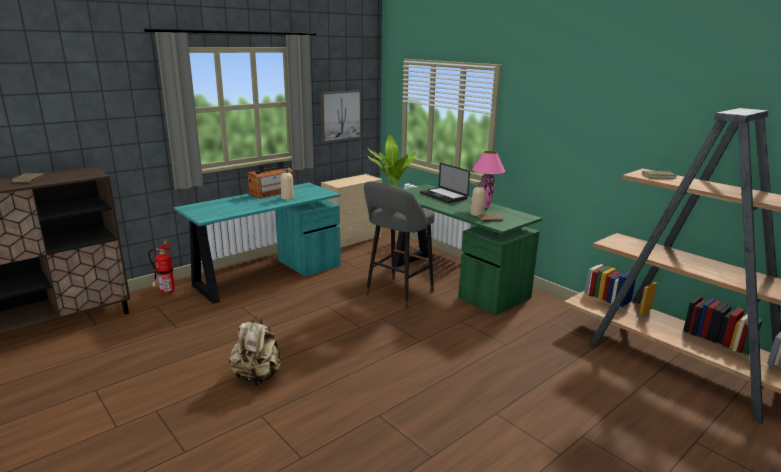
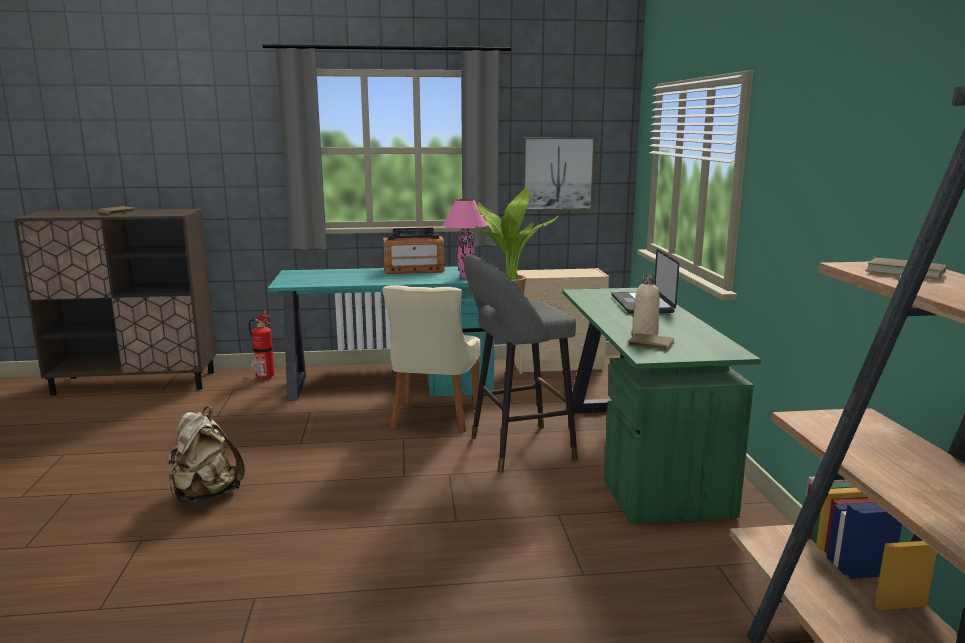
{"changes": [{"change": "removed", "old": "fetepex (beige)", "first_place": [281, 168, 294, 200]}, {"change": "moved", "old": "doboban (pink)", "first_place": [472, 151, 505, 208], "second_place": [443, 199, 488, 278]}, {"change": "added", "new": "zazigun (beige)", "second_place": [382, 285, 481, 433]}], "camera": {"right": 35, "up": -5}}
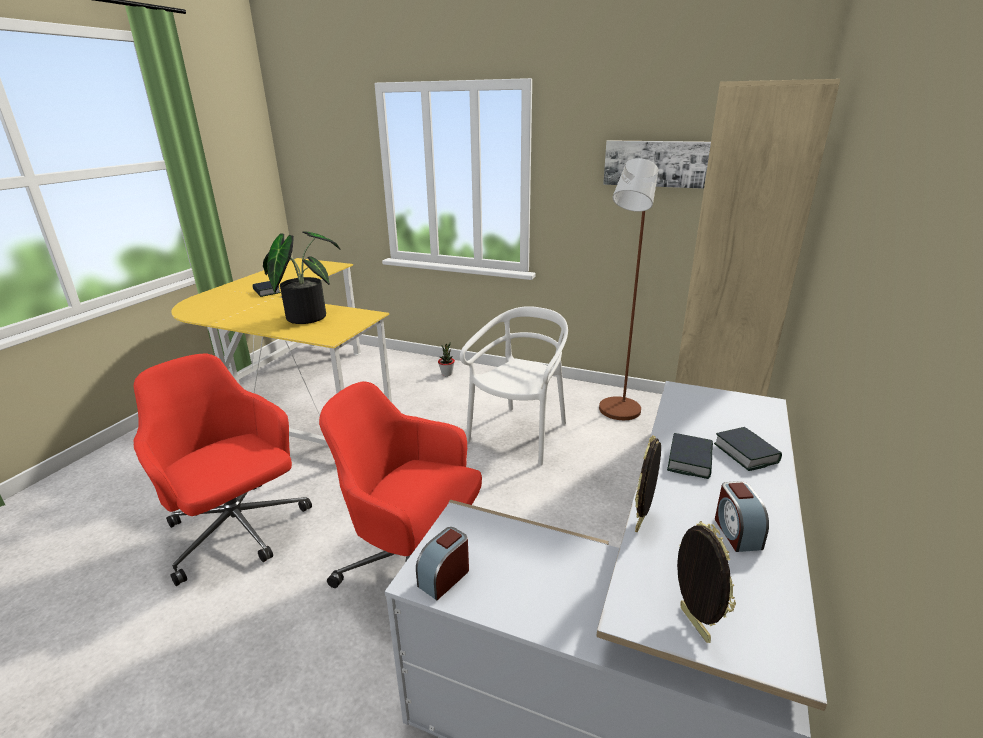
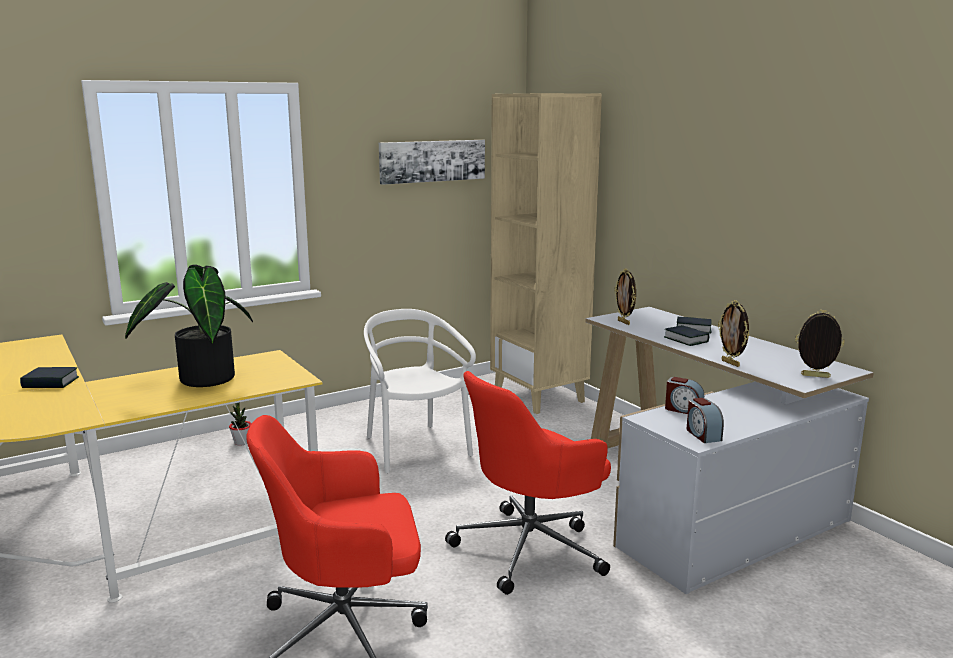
{"changes": [{"change": "removed", "old": "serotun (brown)", "first_place": [599, 158, 658, 420]}, {"change": "moved", "old": "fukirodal", "first_place": [715, 481, 769, 552], "second_place": [665, 377, 704, 414]}, {"change": "added", "new": "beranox", "second_place": [615, 269, 636, 325]}], "camera": {"right": -55, "up": -10}}
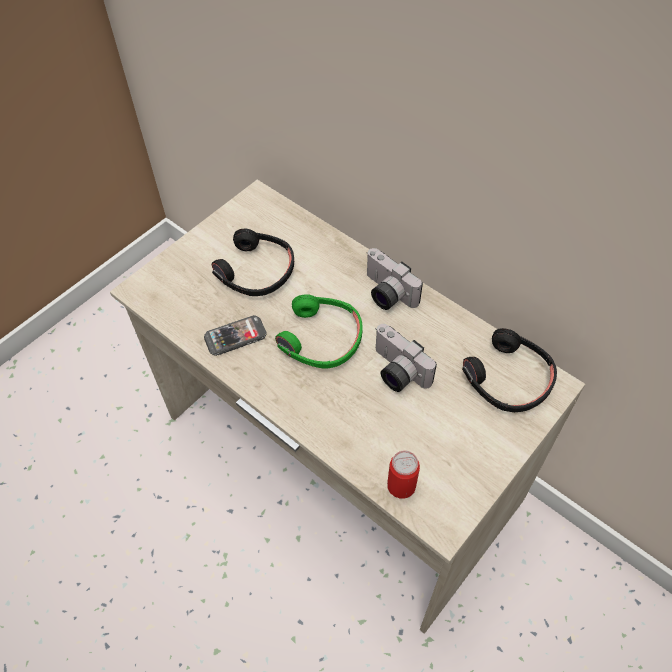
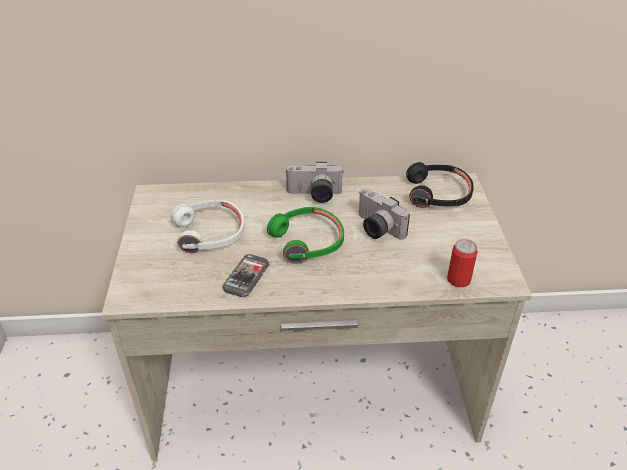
{"changes": [{"change": "recoloured", "old": "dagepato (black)", "new": "dagepato (white)", "first_place": [212, 228, 294, 296], "second_place": [171, 200, 245, 254]}, {"change": "turned", "old": "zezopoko", "first_place": [375, 324, 437, 392], "second_place": [359, 188, 410, 240], "degrees": 45}], "camera": {"right": -45, "up": -15}}
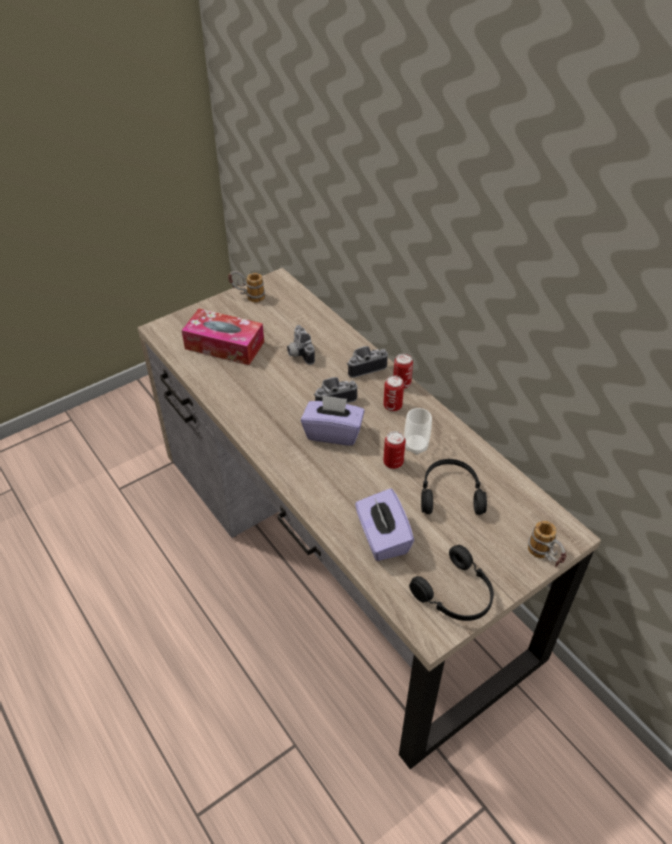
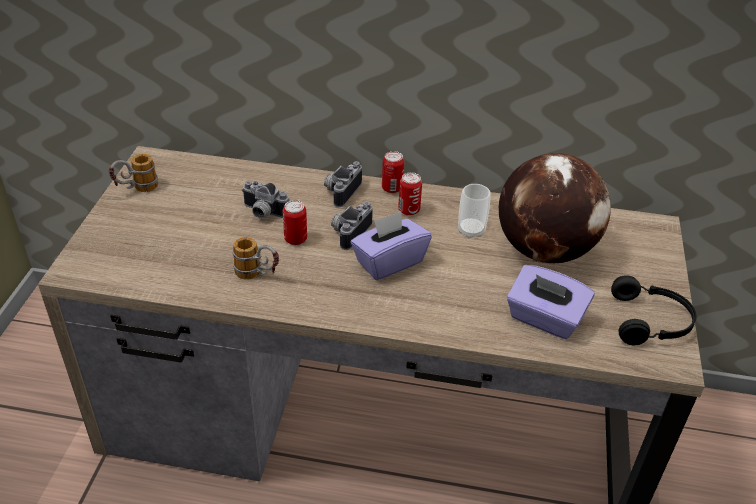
{"changes": [{"change": "removed", "old": "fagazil", "first_place": [181, 309, 264, 365]}, {"change": "moved", "old": "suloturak", "first_place": [383, 431, 406, 469], "second_place": [283, 200, 307, 245]}, {"change": "replaced", "old": "dagepato (black)", "new": "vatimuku", "first_place": [421, 459, 487, 515], "second_place": [499, 153, 611, 263]}, {"change": "moved", "old": "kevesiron", "first_place": [528, 521, 567, 567], "second_place": [232, 237, 279, 280]}], "camera": {"right": -45, "up": -5}}
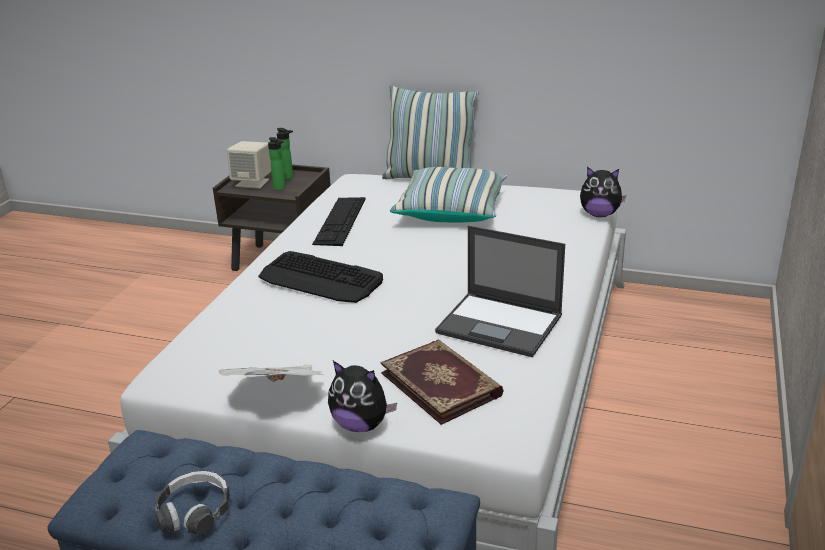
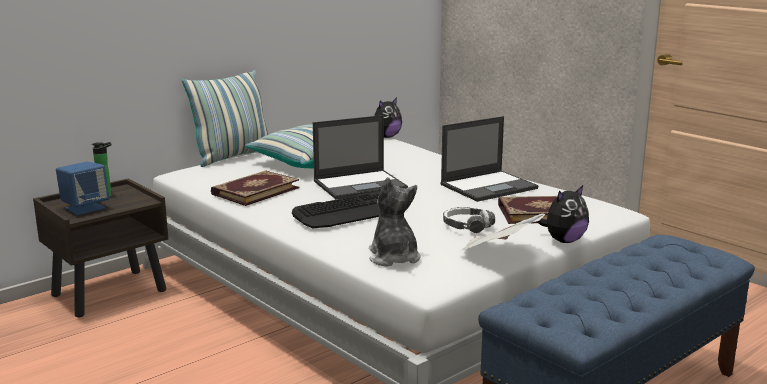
{"changes": [{"change": "moved", "old": "dagepato", "first_place": [155, 471, 230, 534], "second_place": [443, 207, 495, 233]}, {"change": "recoloured", "old": "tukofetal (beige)", "new": "tukofetal (blue)", "first_place": [227, 141, 271, 189], "second_place": [56, 162, 109, 215]}, {"change": "removed", "old": "fetepex", "first_place": [268, 137, 286, 190]}, {"change": "replaced", "old": "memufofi", "new": "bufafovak", "first_place": [312, 197, 366, 246], "second_place": [211, 171, 299, 206]}, {"change": "added", "new": "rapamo", "second_place": [313, 115, 408, 200]}, {"change": "added", "new": "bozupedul", "second_place": [369, 177, 420, 267]}], "camera": {"right": -60, "up": -10}}
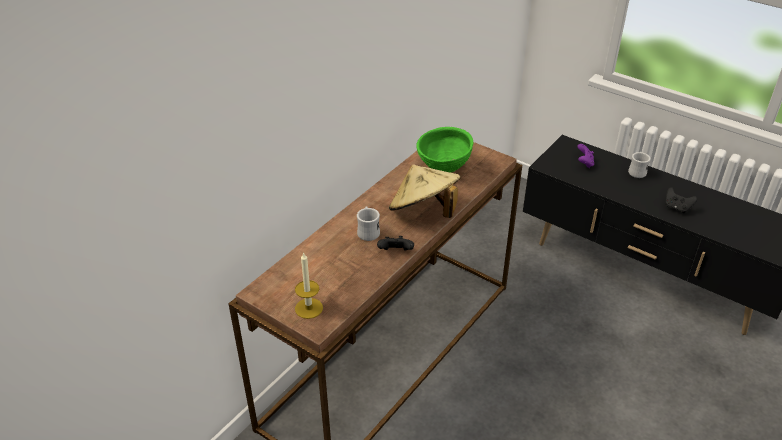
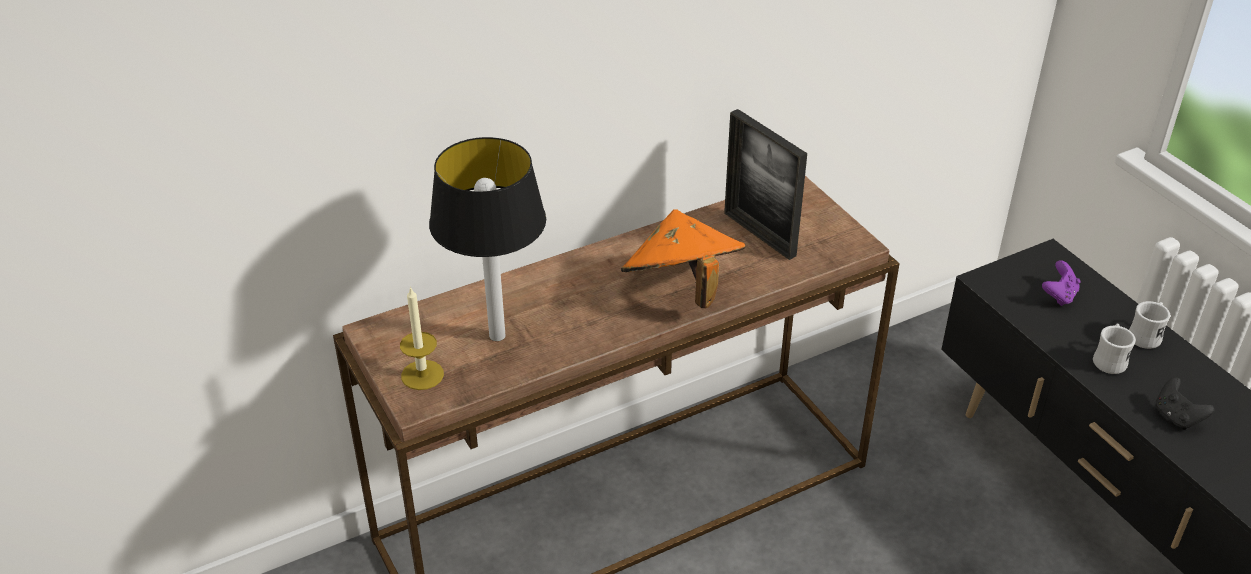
{"changes": [{"change": "moved", "old": "kevesiron (white)", "first_place": [357, 206, 380, 241], "second_place": [1093, 323, 1136, 374]}, {"change": "removed", "old": "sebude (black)", "first_place": [377, 236, 414, 251]}, {"change": "recoloured", "old": "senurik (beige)", "new": "senurik (orange)", "first_place": [389, 165, 461, 218], "second_place": [621, 210, 745, 308]}, {"change": "replaced", "old": "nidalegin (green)", "new": "beranox", "first_place": [416, 127, 474, 173], "second_place": [724, 109, 807, 260]}, {"change": "added", "new": "doboban", "second_place": [429, 137, 546, 341]}], "camera": {"right": 25, "up": 0}}
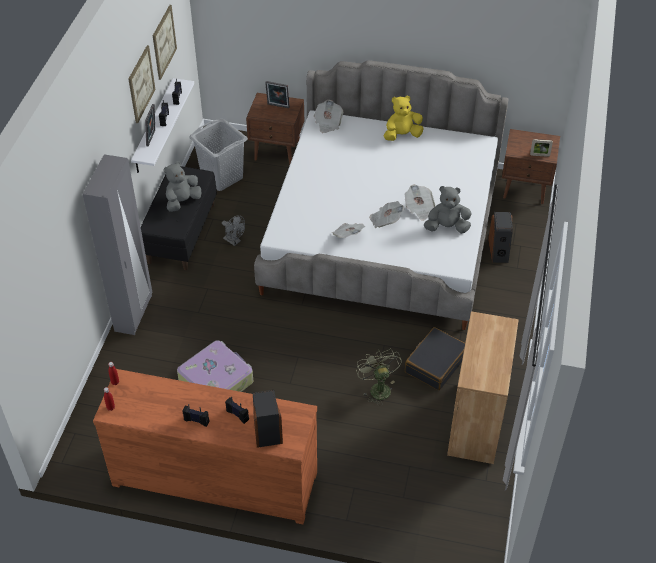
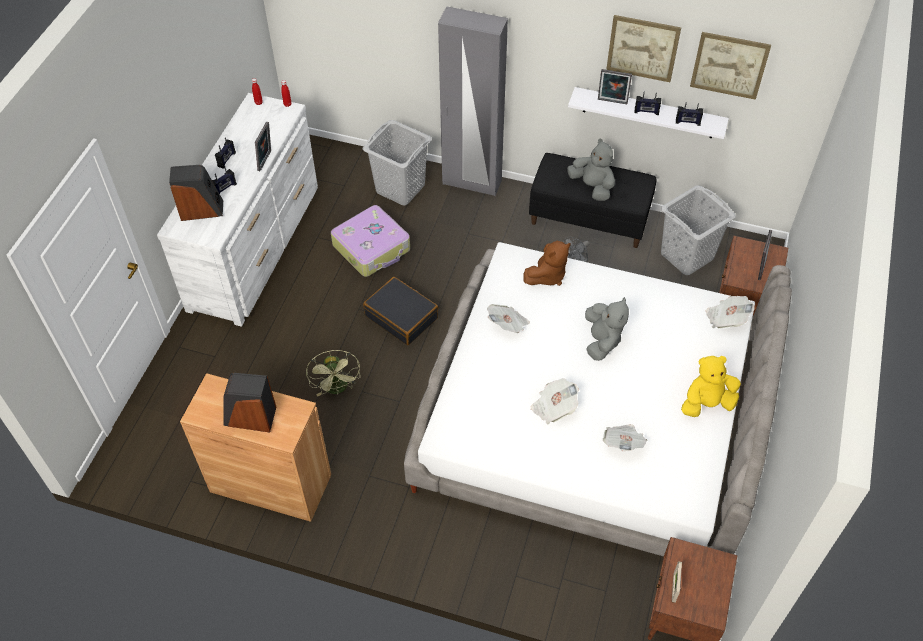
{"changes": [{"change": "recoloured", "old": "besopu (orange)", "new": "besopu (white)", "first_place": [93, 369, 317, 524], "second_place": [157, 93, 318, 327]}, {"change": "turned", "old": "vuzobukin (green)", "first_place": [356, 349, 402, 406], "second_place": [306, 350, 360, 397], "degrees": 90}, {"change": "moved", "old": "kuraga", "first_place": [369, 201, 404, 228], "second_place": [602, 424, 647, 451]}, {"change": "turned", "old": "bozupedul (yellow)", "first_place": [384, 96, 424, 141], "second_place": [681, 356, 741, 417], "degrees": -90}, {"change": "moved", "old": "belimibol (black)", "first_place": [405, 327, 465, 391], "second_place": [363, 277, 438, 345]}, {"change": "moved", "old": "bozupedul (grey)", "first_place": [424, 186, 472, 234], "second_place": [585, 297, 629, 361]}, {"change": "moved", "old": "tukofetal", "first_place": [488, 212, 513, 263], "second_place": [224, 373, 276, 433]}, {"change": "added", "new": "beranox", "second_place": [255, 121, 271, 171]}, {"change": "added", "new": "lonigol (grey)", "second_place": [363, 120, 432, 205]}, {"change": "added", "new": "bozupedul (brown)", "second_place": [523, 240, 571, 286]}], "camera": {"right": 95, "up": 5}}
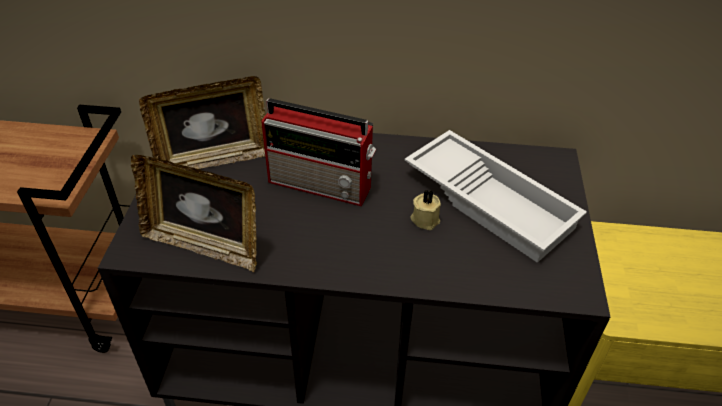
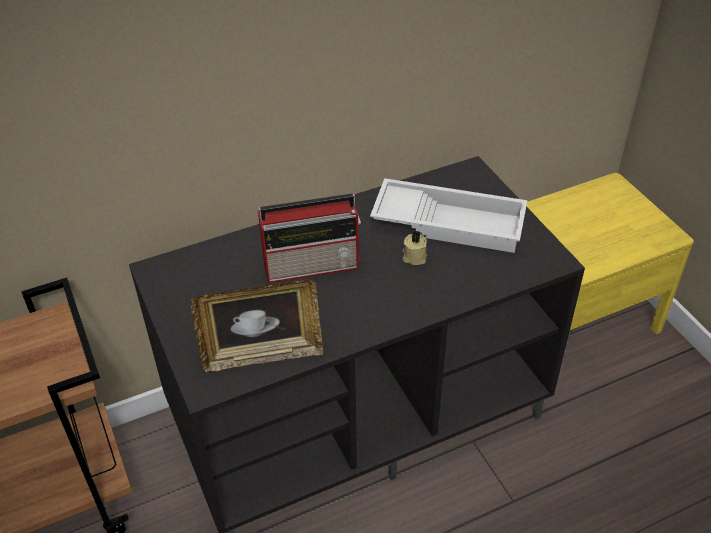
{"changes": [{"change": "removed", "old": "beranox", "first_place": [139, 76, 266, 169]}], "camera": {"right": -30, "up": 0}}
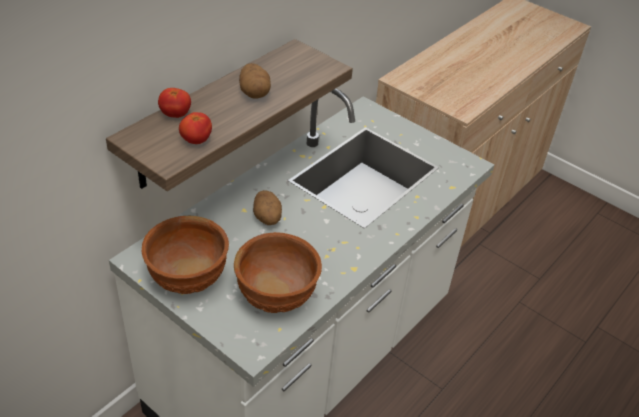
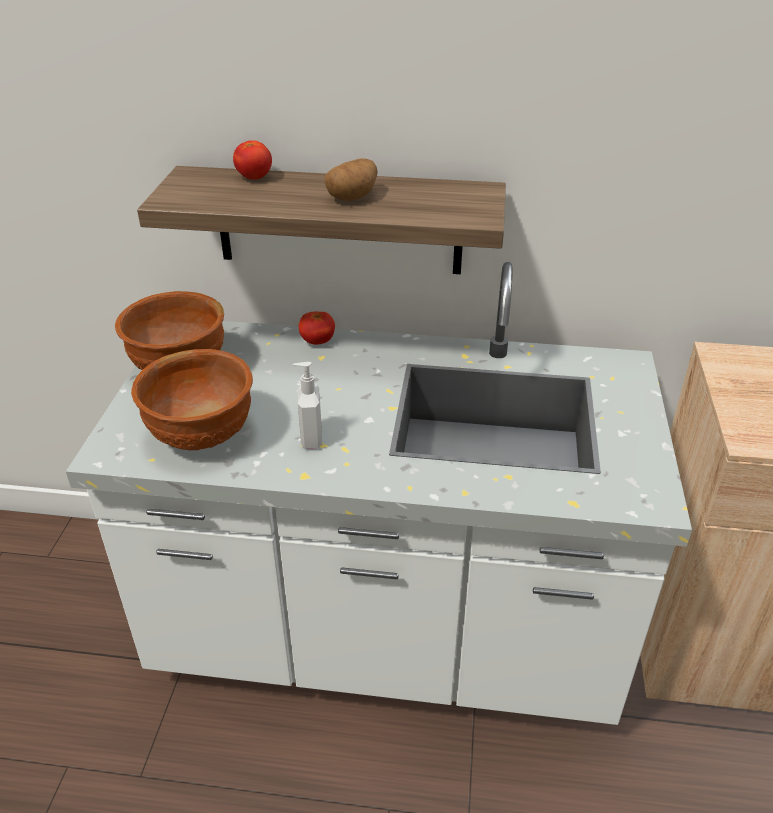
{"changes": [{"change": "moved", "old": "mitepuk", "first_place": [179, 112, 212, 144], "second_place": [299, 311, 335, 345]}, {"change": "removed", "old": "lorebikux", "first_place": [253, 190, 282, 225]}, {"change": "added", "new": "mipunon", "second_place": [292, 362, 322, 449]}], "camera": {"right": 60, "up": -5}}
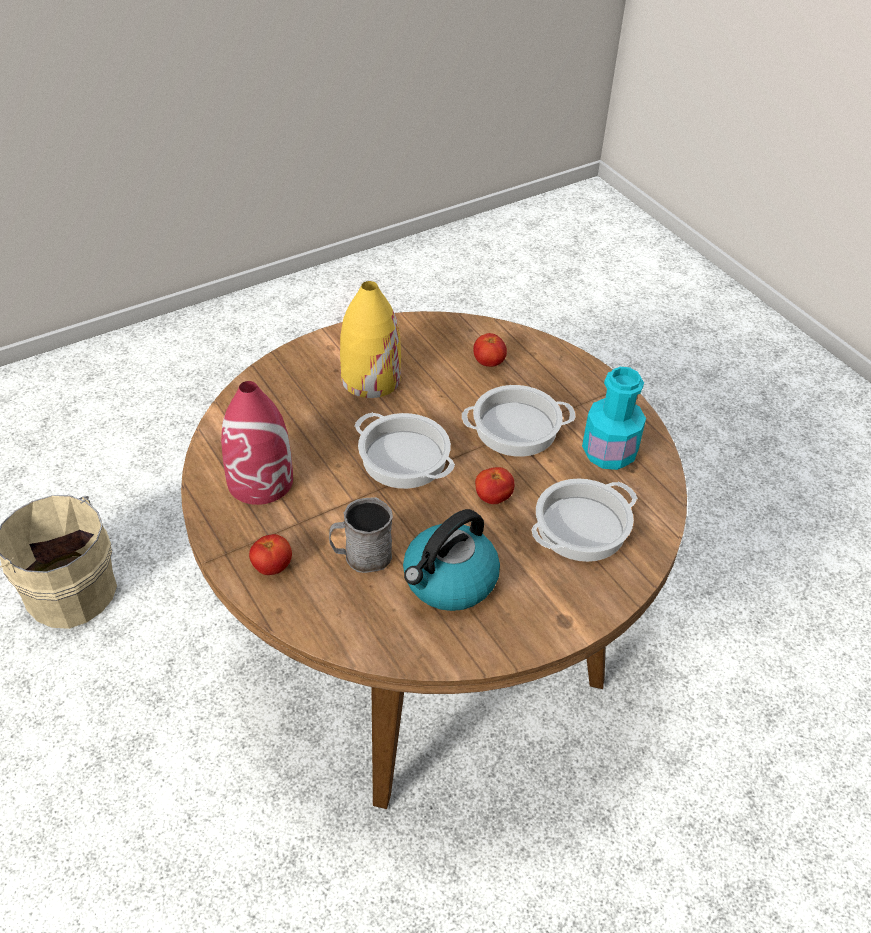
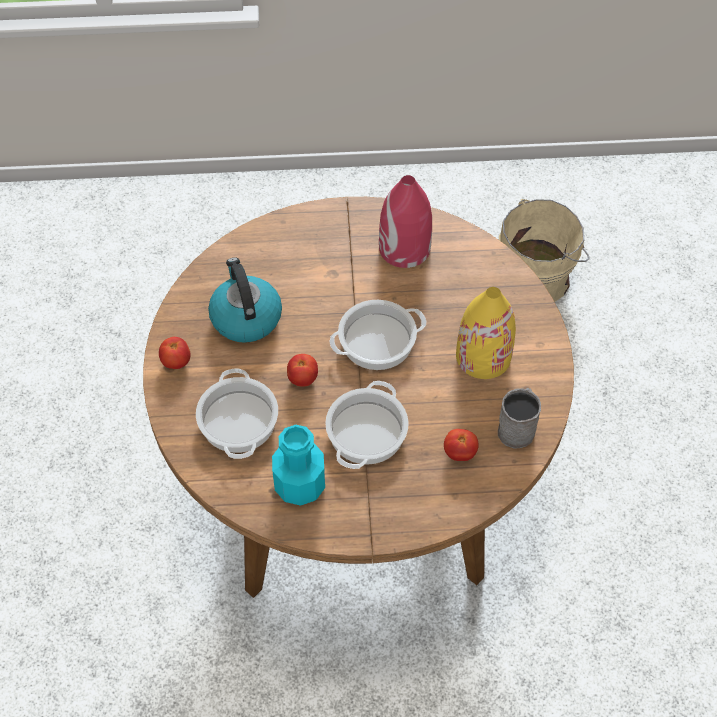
{"changes": [{"change": "moved", "old": "mitepuk", "first_place": [249, 534, 292, 575], "second_place": [159, 337, 190, 369]}, {"change": "moved", "old": "kevesiron (grey)", "first_place": [329, 497, 393, 573], "second_place": [498, 388, 541, 449]}], "camera": {"right": 120, "up": 10}}
